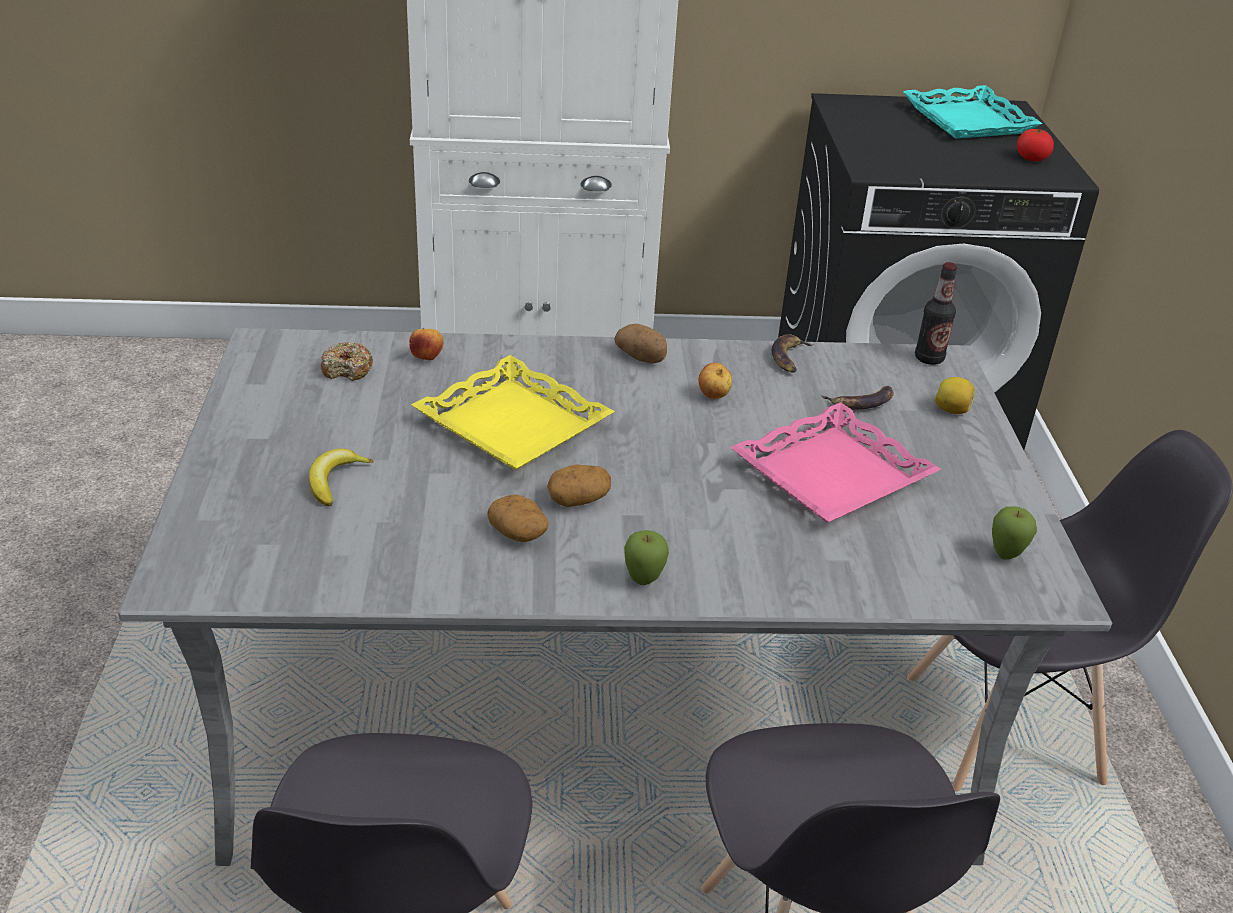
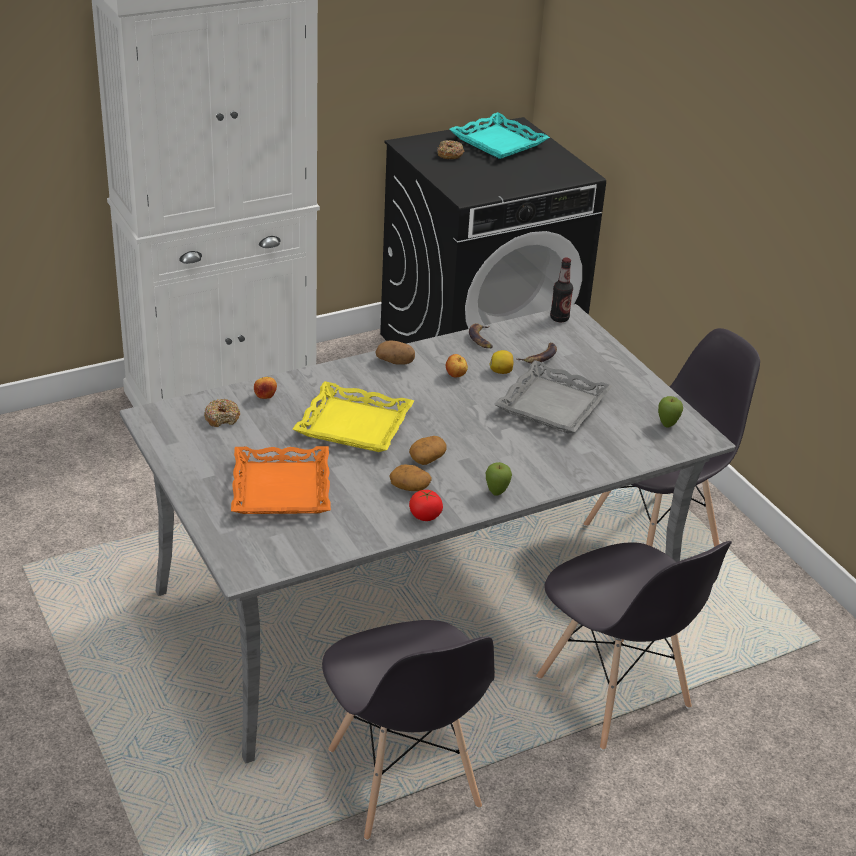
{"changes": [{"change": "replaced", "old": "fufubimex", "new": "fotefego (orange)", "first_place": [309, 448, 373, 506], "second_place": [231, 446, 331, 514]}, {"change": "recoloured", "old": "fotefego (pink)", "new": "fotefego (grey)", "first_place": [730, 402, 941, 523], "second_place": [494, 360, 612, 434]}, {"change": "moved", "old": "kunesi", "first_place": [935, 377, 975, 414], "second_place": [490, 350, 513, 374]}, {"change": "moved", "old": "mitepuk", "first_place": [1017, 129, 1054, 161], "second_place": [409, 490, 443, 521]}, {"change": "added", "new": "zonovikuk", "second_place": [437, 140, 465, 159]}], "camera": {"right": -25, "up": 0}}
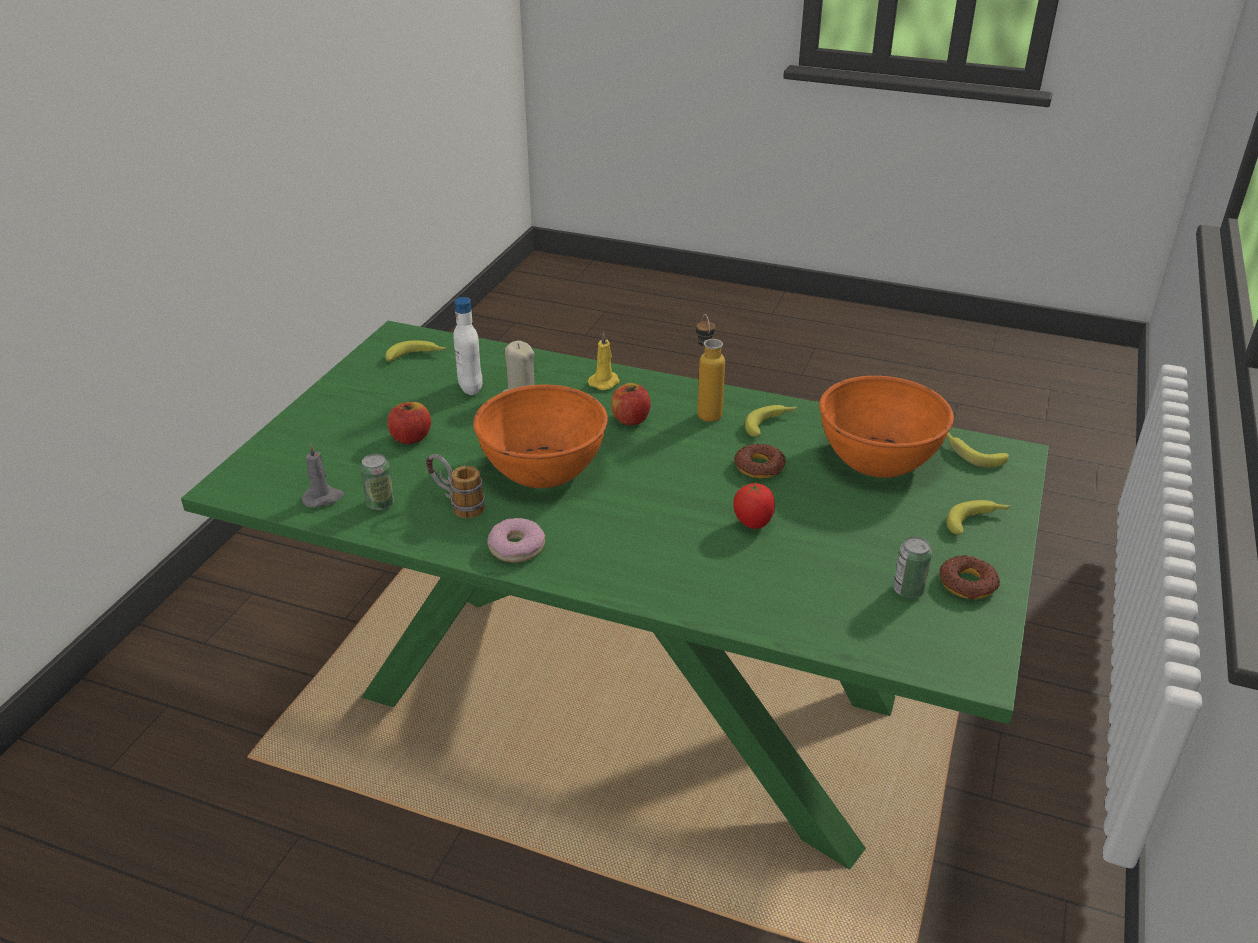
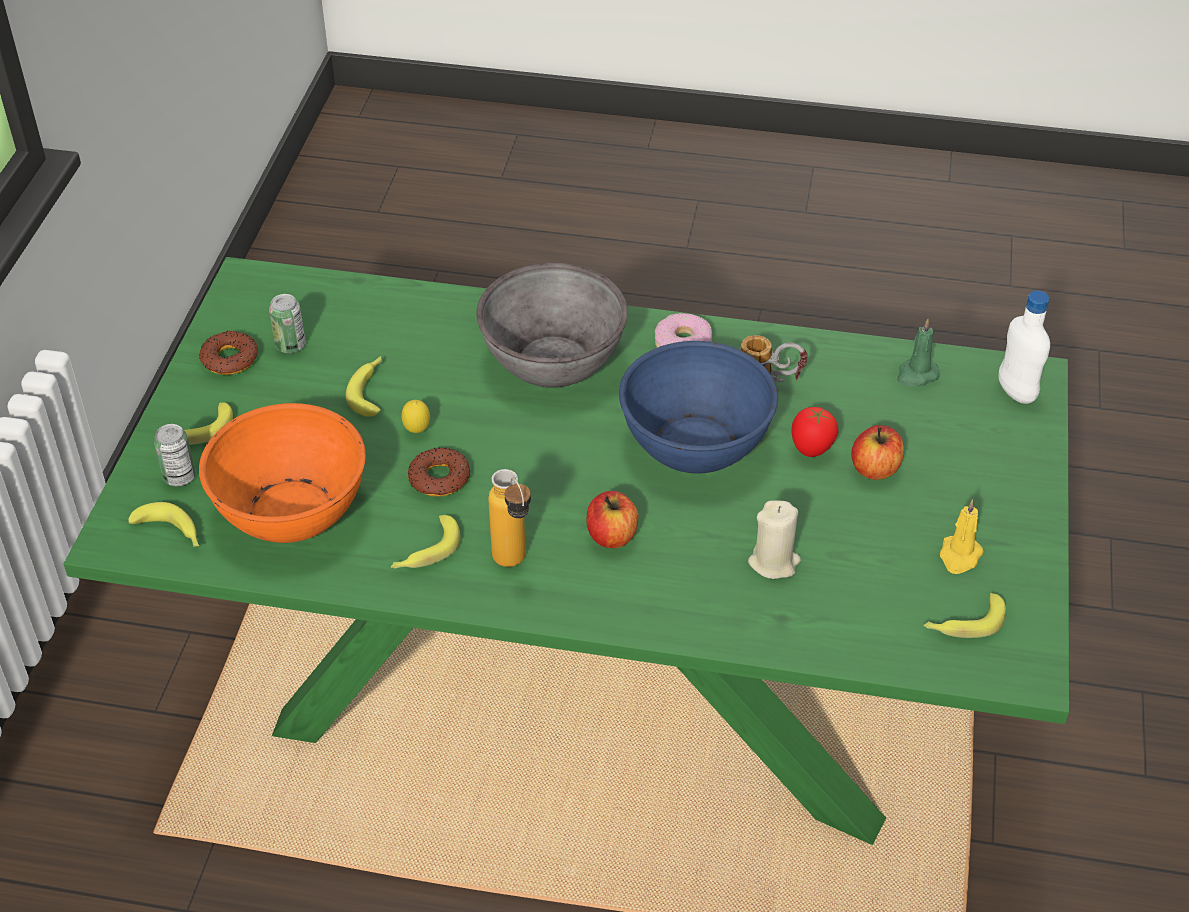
{"changes": [{"change": "recoloured", "old": "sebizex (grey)", "new": "sebizex (green)", "first_place": [301, 443, 344, 508], "second_place": [897, 319, 940, 386]}, {"change": "moved", "old": "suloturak", "first_place": [360, 454, 395, 510], "second_place": [154, 424, 196, 486]}, {"change": "moved", "old": "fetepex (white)", "first_place": [453, 297, 482, 395], "second_place": [998, 290, 1050, 404]}, {"change": "recoloured", "old": "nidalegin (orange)", "new": "nidalegin (blue)", "first_place": [473, 385, 608, 488], "second_place": [619, 341, 778, 473]}, {"change": "moved", "old": "sebizex (yellow)", "first_place": [588, 332, 620, 390], "second_place": [940, 499, 984, 574]}, {"change": "moved", "old": "mitepuk", "first_place": [733, 482, 775, 529], "second_place": [791, 407, 839, 457]}, {"change": "added", "new": "fufubimex", "second_place": [346, 356, 382, 417]}, {"change": "added", "new": "kunesi", "second_place": [402, 400, 430, 433]}, {"change": "added", "new": "nidalegin (grey)", "second_place": [476, 263, 628, 388]}], "camera": {"right": 170, "up": 10}}
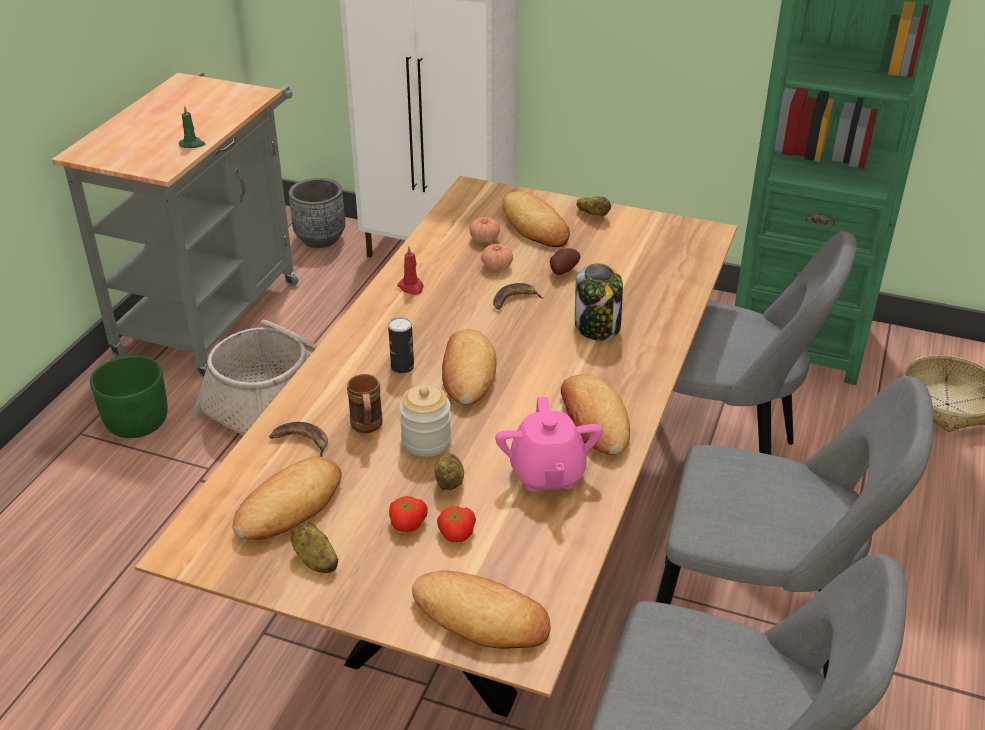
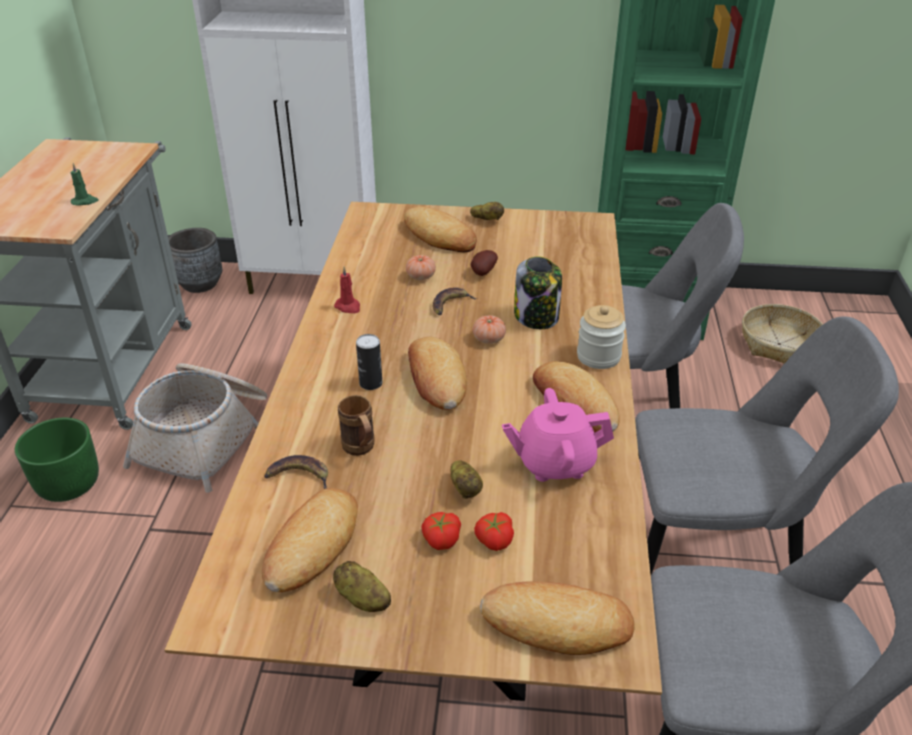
{"changes": [{"change": "moved", "old": "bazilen", "first_place": [399, 385, 451, 457], "second_place": [577, 305, 626, 369]}, {"change": "moved", "old": "mitepuk", "first_place": [469, 217, 500, 243], "second_place": [473, 315, 506, 344]}, {"change": "turned", "old": "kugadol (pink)", "first_place": [495, 397, 603, 492], "second_place": [502, 388, 614, 482], "degrees": 105}], "camera": {"right": -15, "up": 0}}
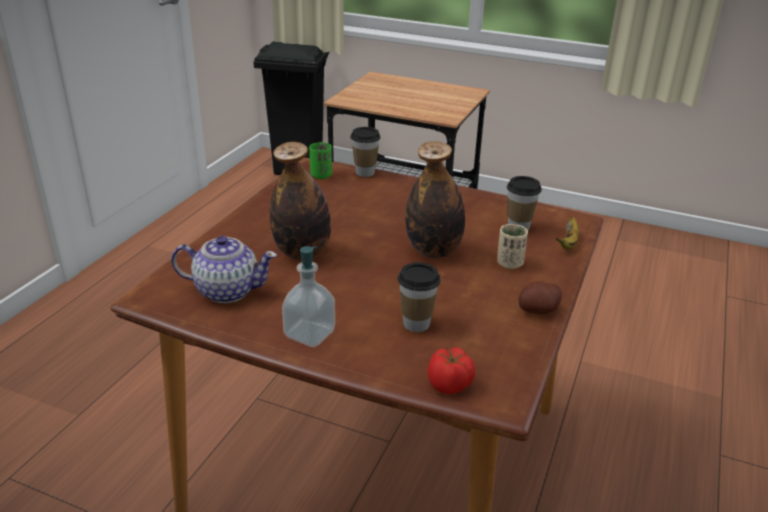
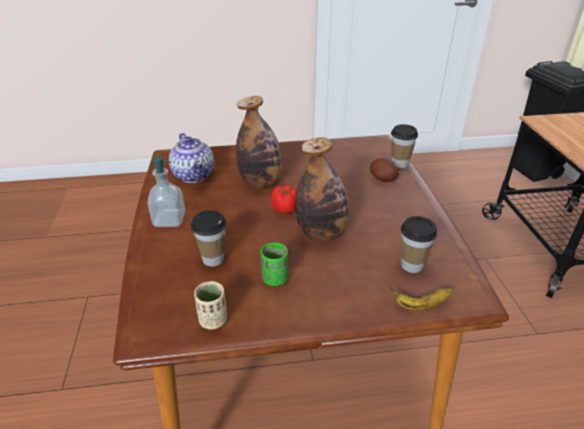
{"changes": [{"change": "moved", "old": "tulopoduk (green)", "first_place": [309, 142, 332, 179], "second_place": [261, 243, 288, 286]}, {"change": "moved", "old": "mitepuk", "first_place": [427, 348, 475, 394], "second_place": [271, 185, 297, 213]}, {"change": "moved", "old": "tulopoduk (beige)", "first_place": [497, 224, 528, 269], "second_place": [194, 281, 227, 329]}, {"change": "moved", "old": "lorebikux", "first_place": [519, 281, 562, 315], "second_place": [370, 158, 399, 182]}], "camera": {"right": 60, "up": 5}}
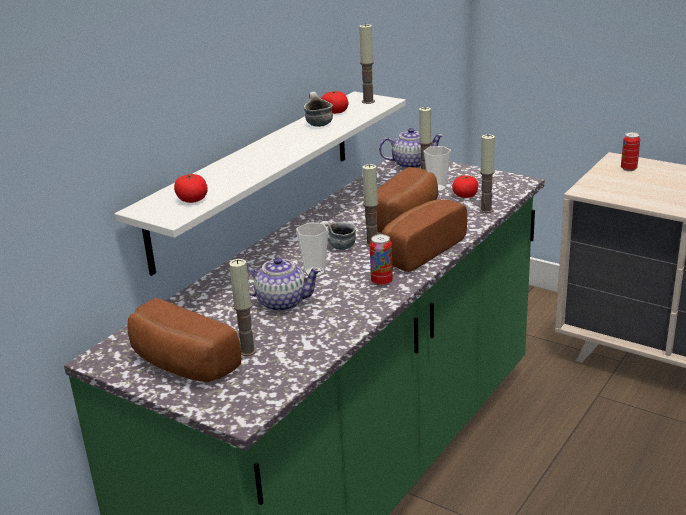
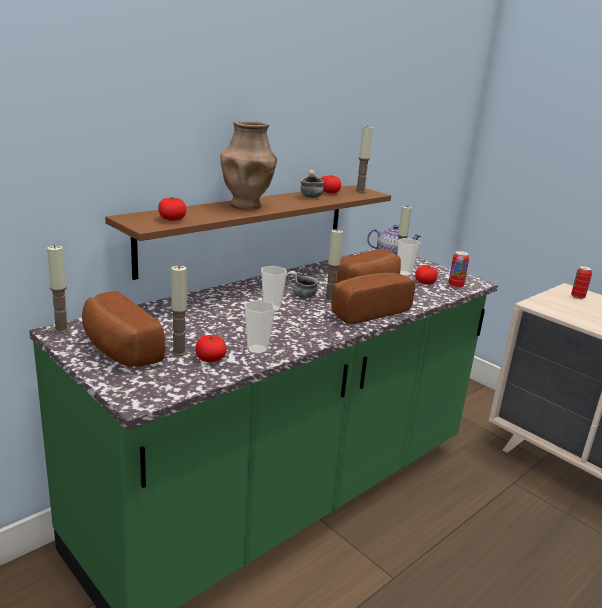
{"changes": [{"change": "recoloured", "old": "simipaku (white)", "new": "simipaku (brown)", "first_place": [115, 91, 406, 276], "second_place": [105, 185, 391, 280]}, {"change": "removed", "old": "kugadol", "first_place": [247, 257, 322, 312]}, {"change": "moved", "old": "suloturak", "first_place": [370, 234, 393, 286], "second_place": [448, 251, 469, 289]}, {"change": "moved", "old": "sebizex", "first_place": [479, 134, 495, 213], "second_place": [47, 245, 70, 333]}, {"change": "added", "new": "mitepuk", "second_place": [195, 335, 227, 362]}, {"change": "added", "new": "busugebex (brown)", "second_place": [220, 121, 277, 210]}, {"change": "added", "new": "tulopoduk", "second_place": [244, 300, 275, 355]}], "camera": {"right": 10, "up": -5}}
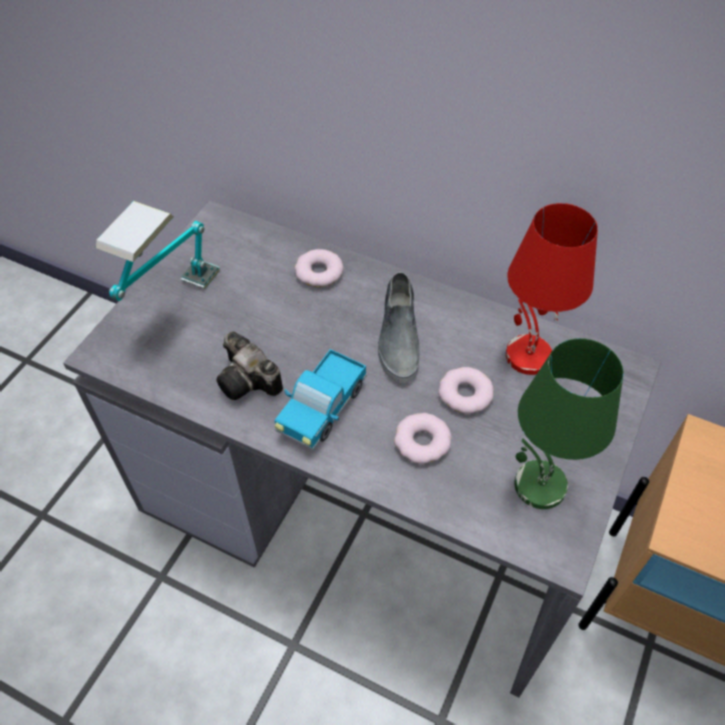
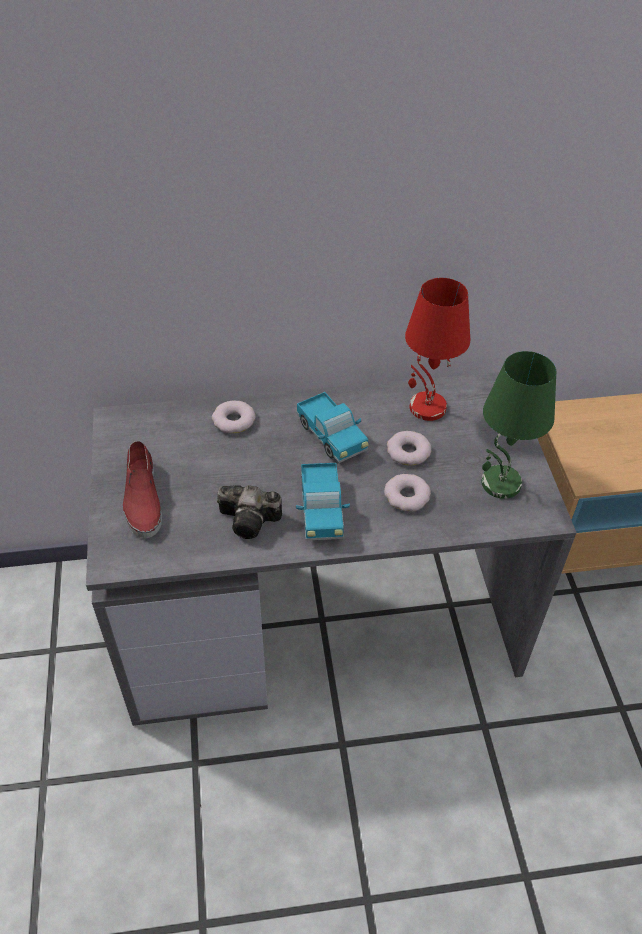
{"changes": [{"change": "replaced", "old": "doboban", "new": "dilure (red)", "first_place": [96, 201, 220, 301], "second_place": [123, 441, 162, 538]}, {"change": "replaced", "old": "dilure (grey)", "new": "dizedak", "first_place": [378, 272, 420, 383], "second_place": [296, 392, 369, 463]}], "camera": {"right": -35, "up": -5}}
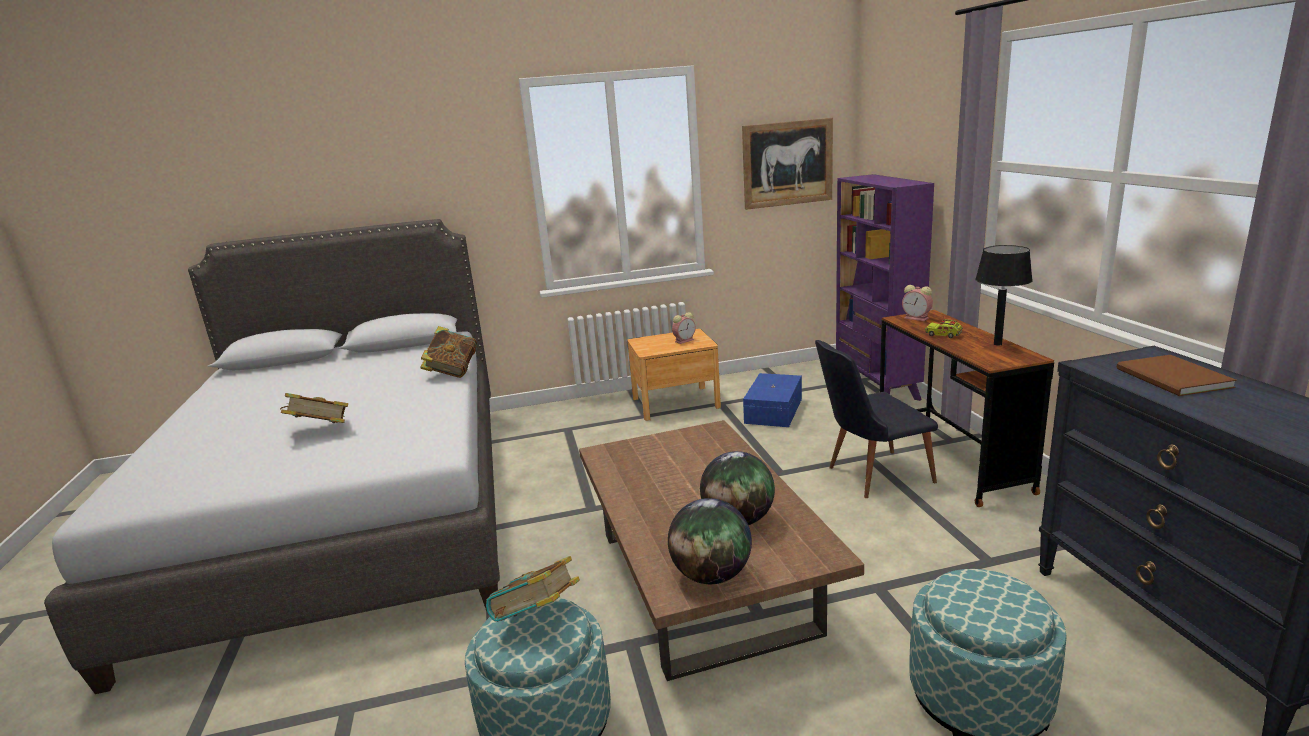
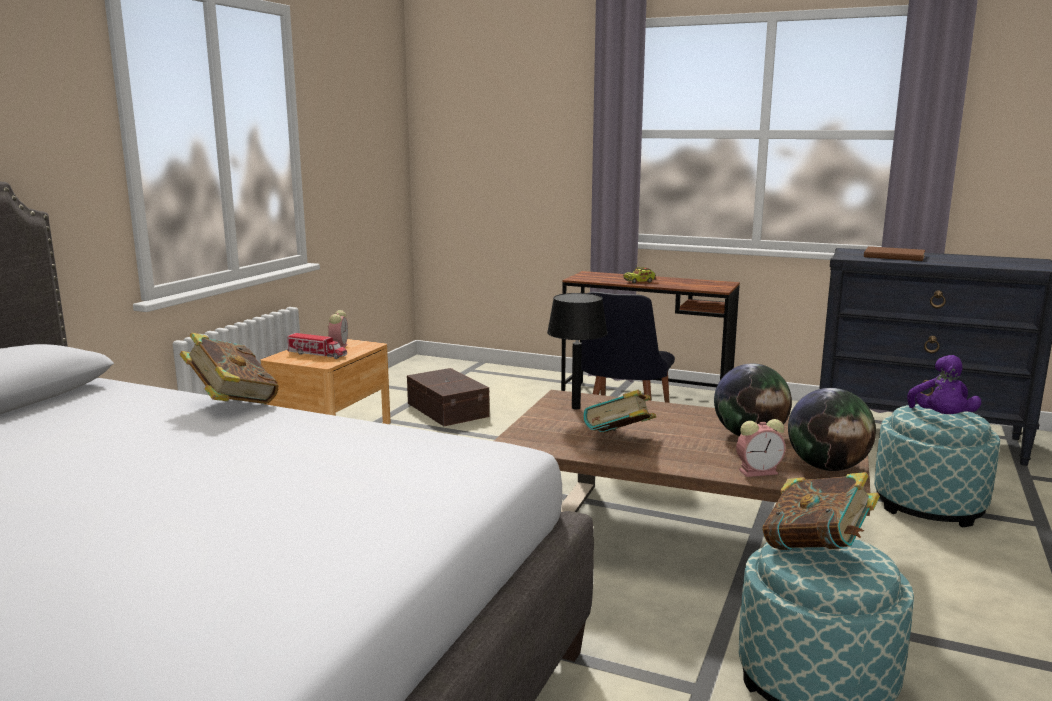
{"changes": [{"change": "moved", "old": "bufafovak", "first_place": [280, 393, 348, 423], "second_place": [583, 390, 656, 433]}, {"change": "removed", "old": "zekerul", "first_place": [742, 118, 833, 210]}, {"change": "recoloured", "old": "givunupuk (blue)", "new": "givunupuk (brown)", "first_place": [743, 373, 802, 427], "second_place": [407, 368, 490, 426]}, {"change": "removed", "old": "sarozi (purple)", "first_place": [836, 174, 934, 401]}, {"change": "moved", "old": "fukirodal", "first_place": [902, 285, 933, 321], "second_place": [736, 419, 786, 477]}, {"change": "moved", "old": "doboban (black)", "first_place": [975, 245, 1033, 346], "second_place": [547, 293, 608, 410]}, {"change": "added", "new": "dizedak", "second_place": [287, 333, 347, 359]}, {"change": "added", "new": "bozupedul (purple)", "second_place": [907, 355, 981, 414]}], "camera": {"right": -55, "up": -5}}
